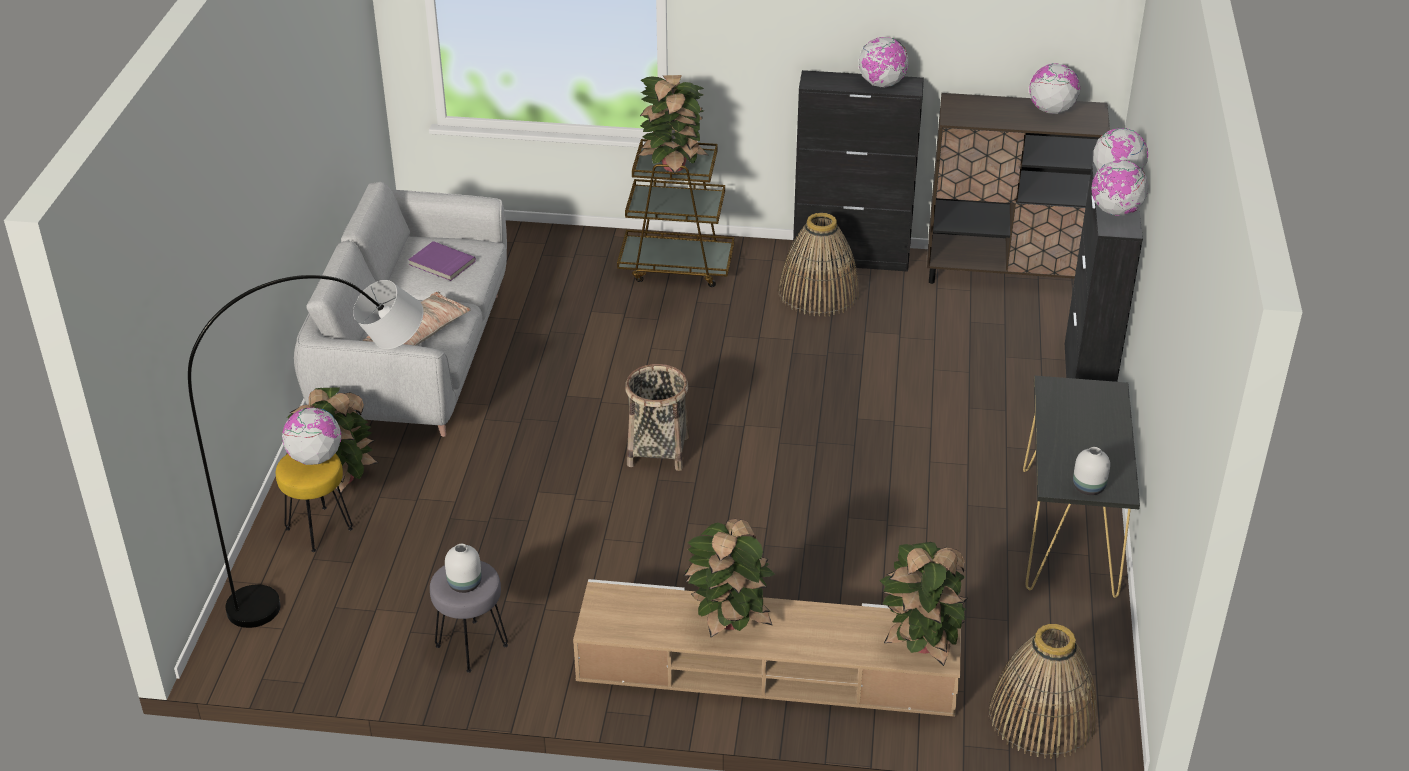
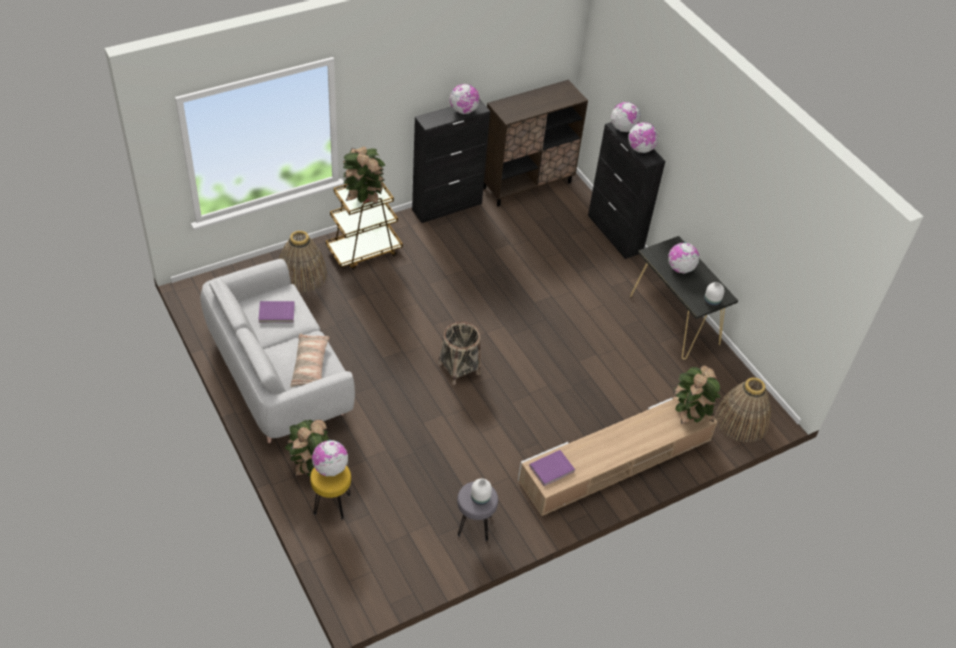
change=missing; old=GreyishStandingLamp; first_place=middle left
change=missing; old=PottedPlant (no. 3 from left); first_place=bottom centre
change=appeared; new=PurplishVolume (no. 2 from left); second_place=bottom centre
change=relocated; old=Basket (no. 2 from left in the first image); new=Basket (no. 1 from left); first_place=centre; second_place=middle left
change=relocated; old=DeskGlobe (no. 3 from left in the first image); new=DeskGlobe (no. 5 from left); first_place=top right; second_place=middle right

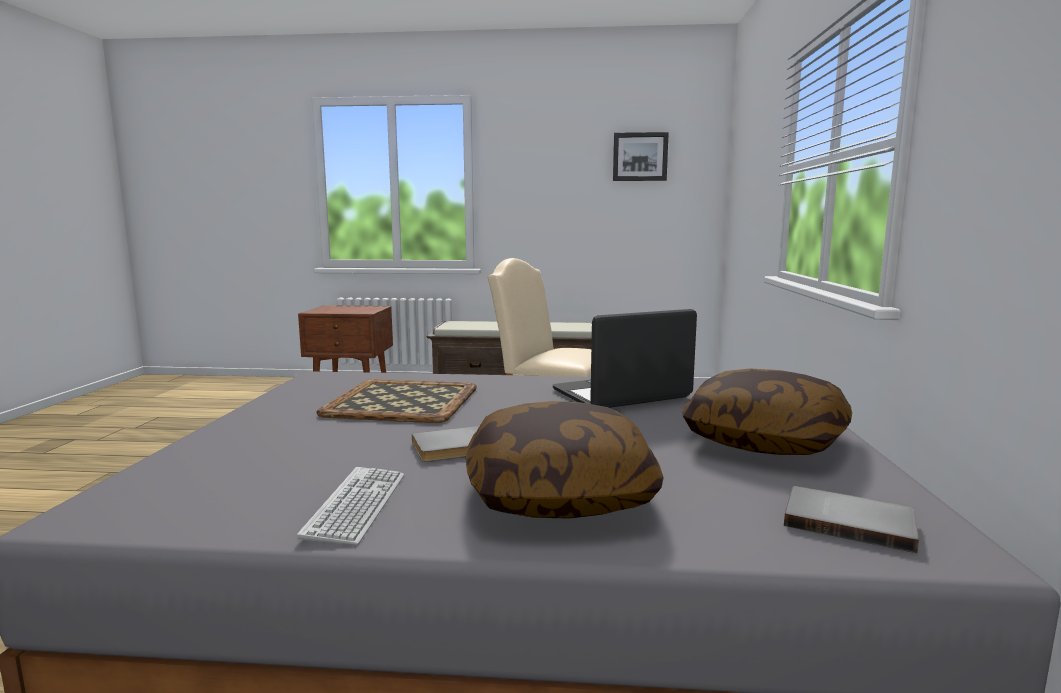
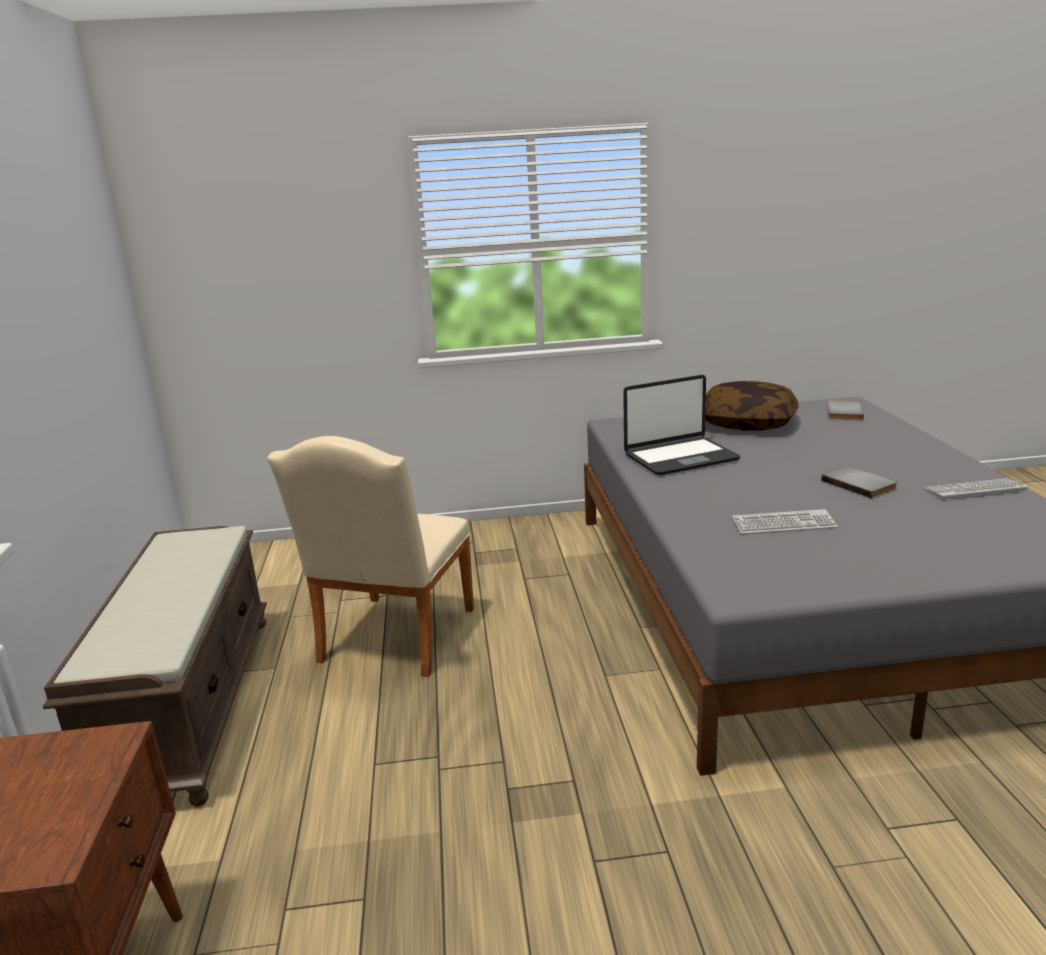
change=missing; old=Pillow (no. 1 from left); first_place=centre
change=missing; old=WallArt; first_place=top centre
change=exchanged; old=ServingTray; new=Keyboard (no. 1 from left); first_place=centre; second_place=middle right
change=spun; old=Laptop; first_place=centre; second_place=centre; degrees=-75

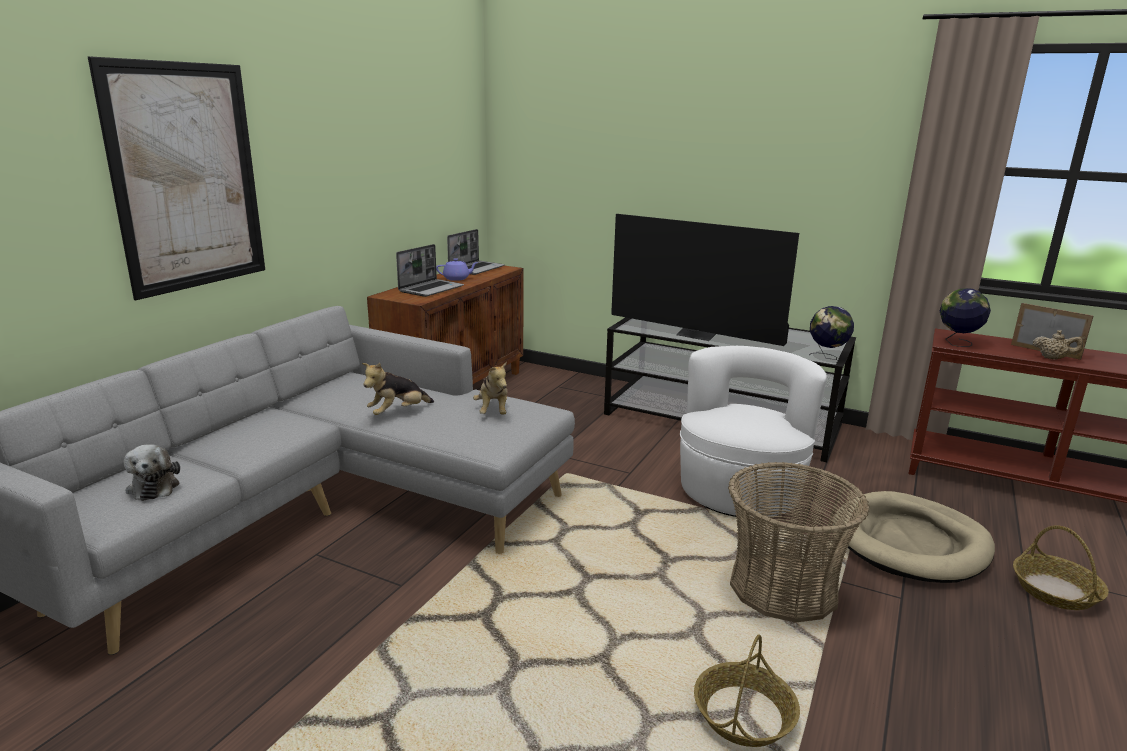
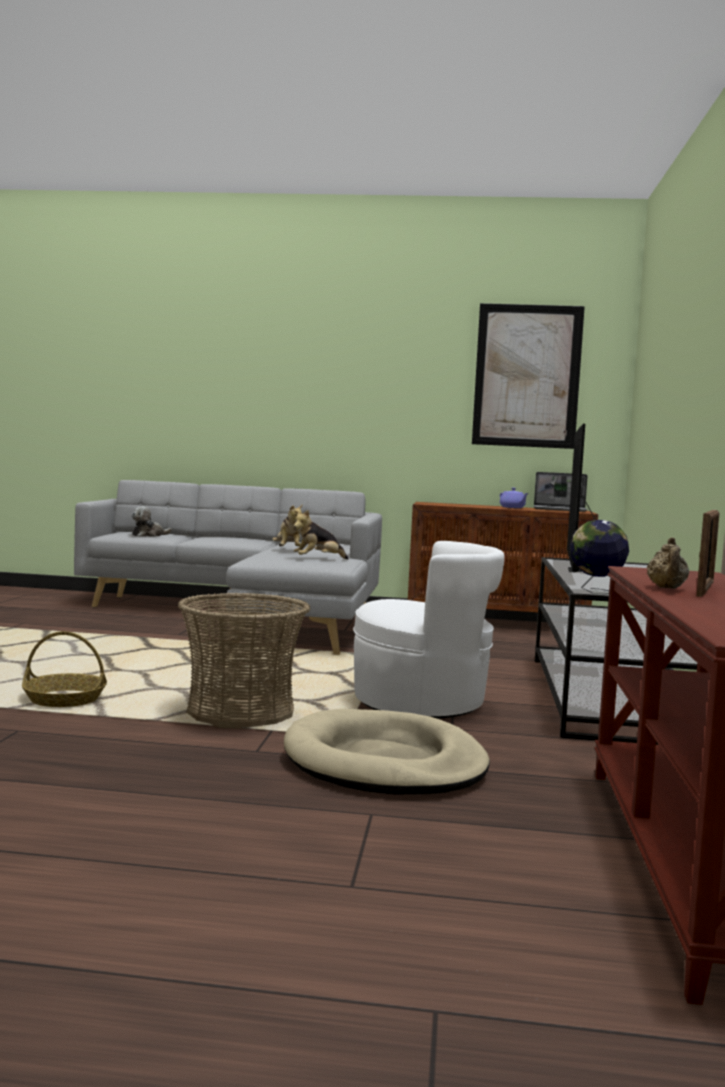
change=missing; old=Laptop (no. 1 from left); first_place=centre
change=missing; old=DeskGlobe (no. 2 from left); first_place=middle right
change=missing; old=Basket (no. 3 from left); first_place=bottom right
change=relocated; old=WallArt; first_place=top left; second_place=middle right
change=spun; old=SoftToy (no. 2 from left); first_place=centre; second_place=centre; degrees=-135

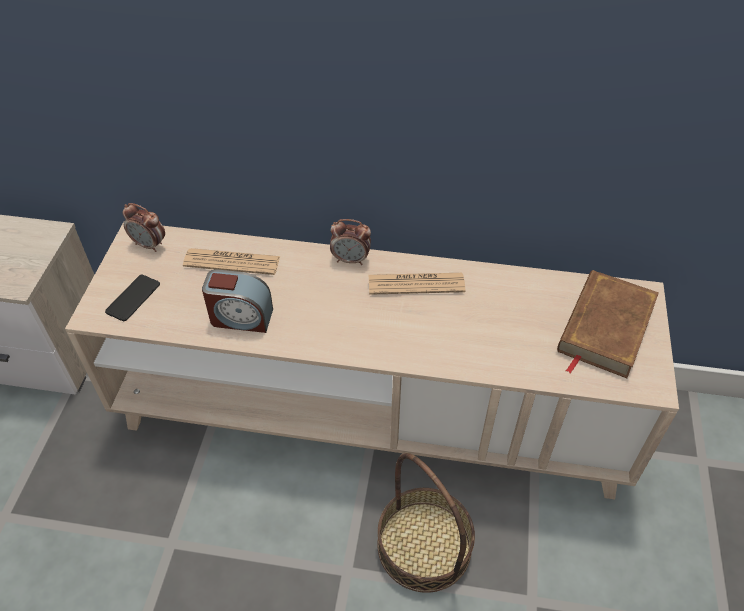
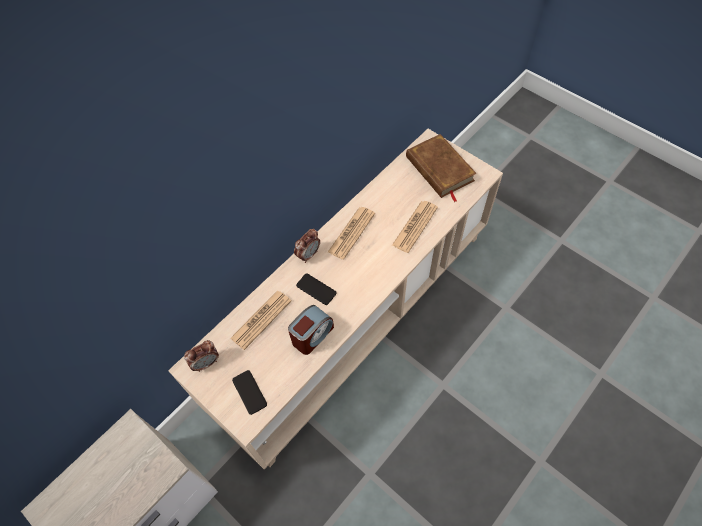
change=missing; old=Basket; first_place=bottom centre
change=appeared; new=Phone (no. 2 from left); second_place=centre
change=appeared; new=PrintedPaper (no. 3 from left); second_place=centre

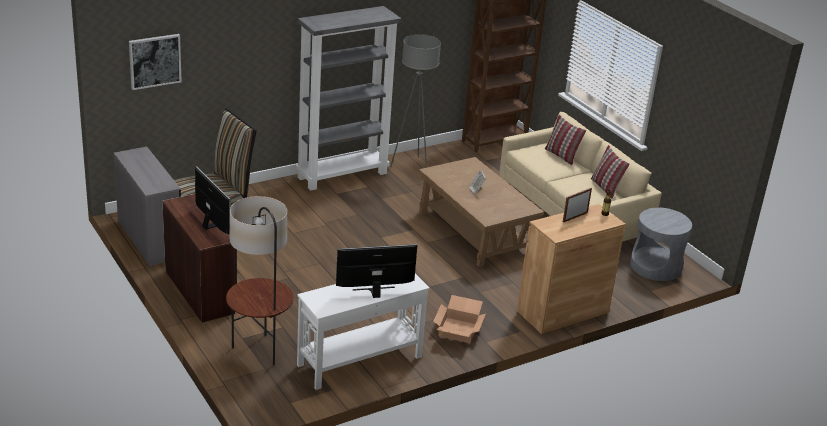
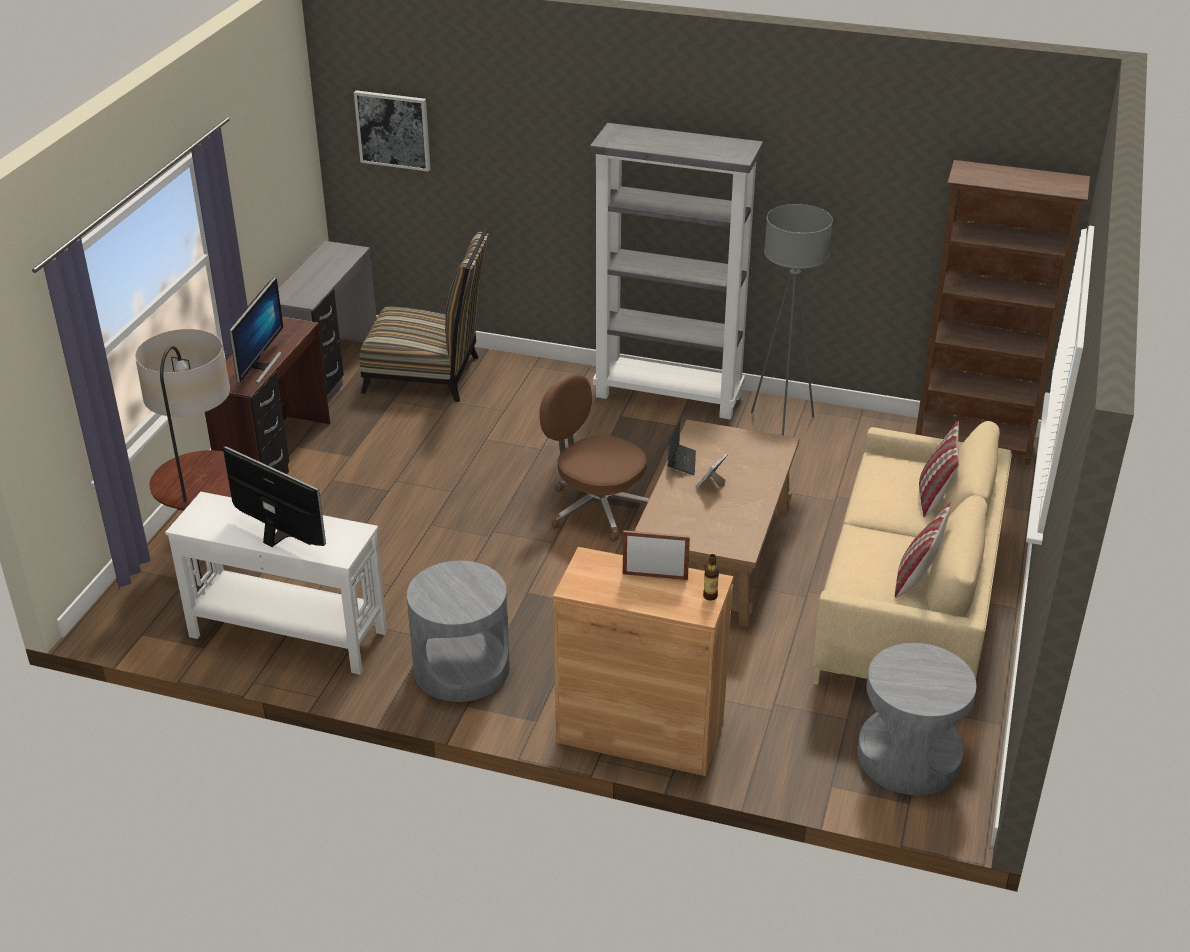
change=appeared; new=BrownColouredDeskChair; second_place=centre
change=appeared; new=Laptop; second_place=centre
change=exchanged; old=Carton; new=GreyishSideTable (no. 1 from left); first_place=bottom centre; second_place=centre

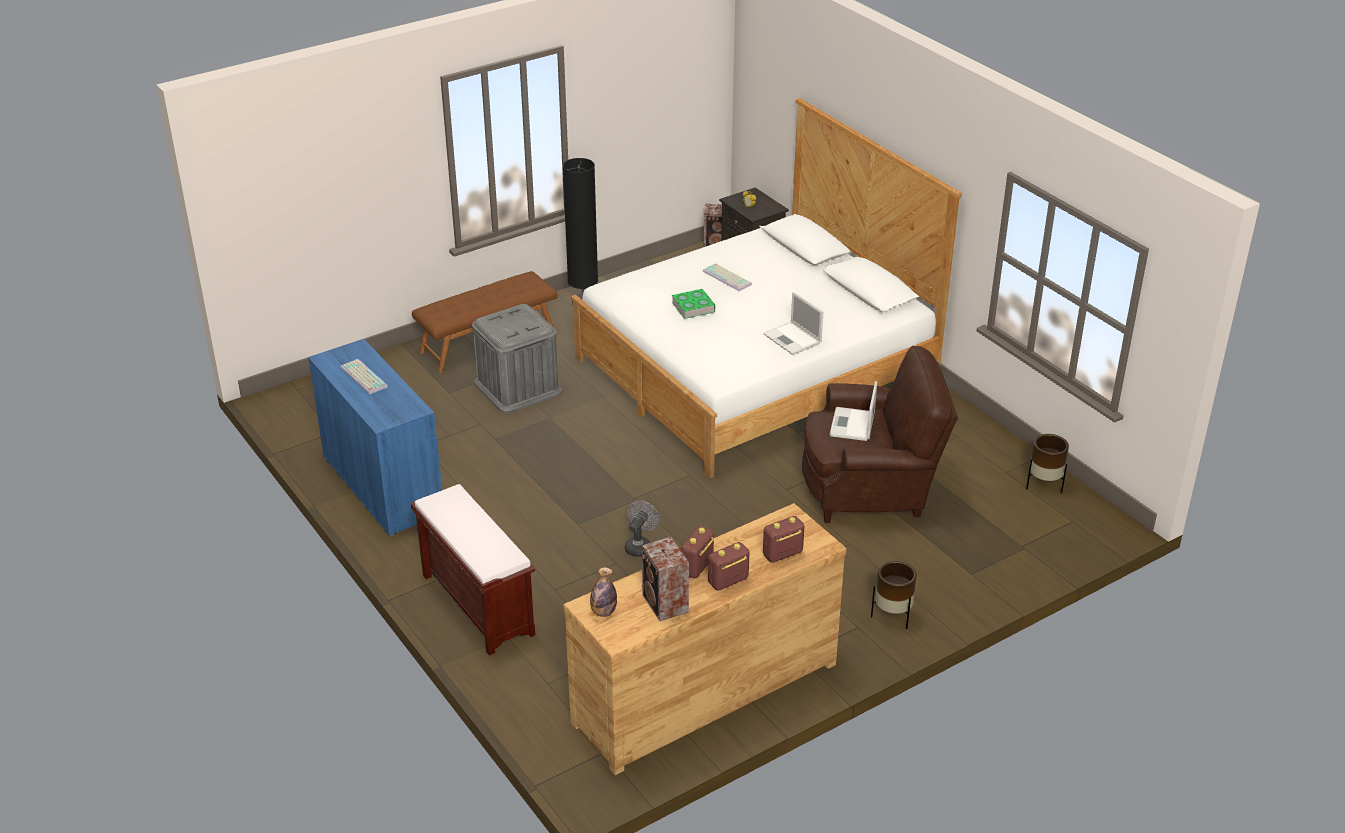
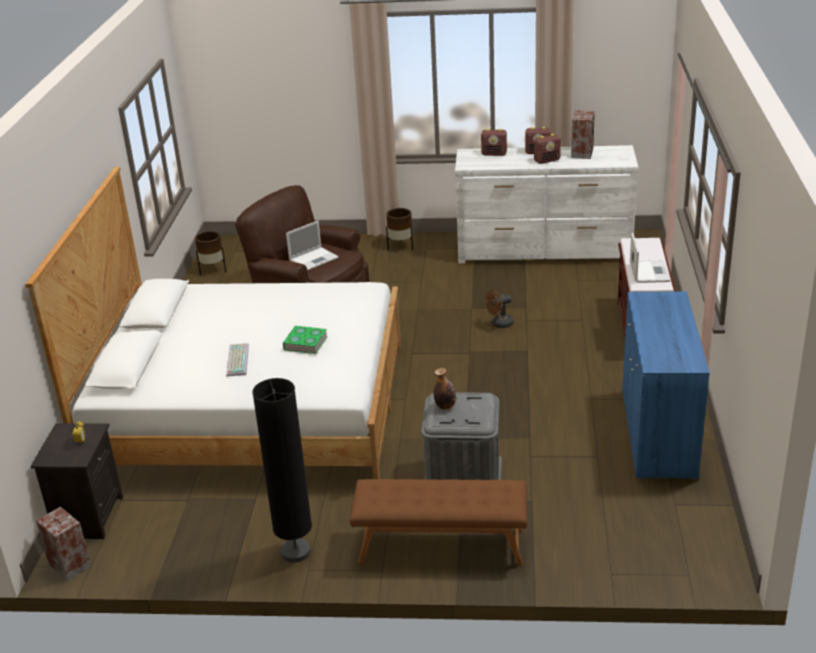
change=missing; old=Keyboard (no. 1 from left); first_place=middle left
change=relocated; old=Bottle; first_place=bottom centre; second_place=centre
change=relocated; old=Laptop (no. 1 from left in the first image); new=Laptop (no. 2 from left); first_place=centre; second_place=middle right
change=colour; old=BrownColouredChestOfDrawers; new=WhiteColouredChestOfDrawers; first_place=bottom centre; second_place=top right
change=colour; old=GreyishElectricFan; new=BrownColouredElectricFan; first_place=centre; second_place=centre

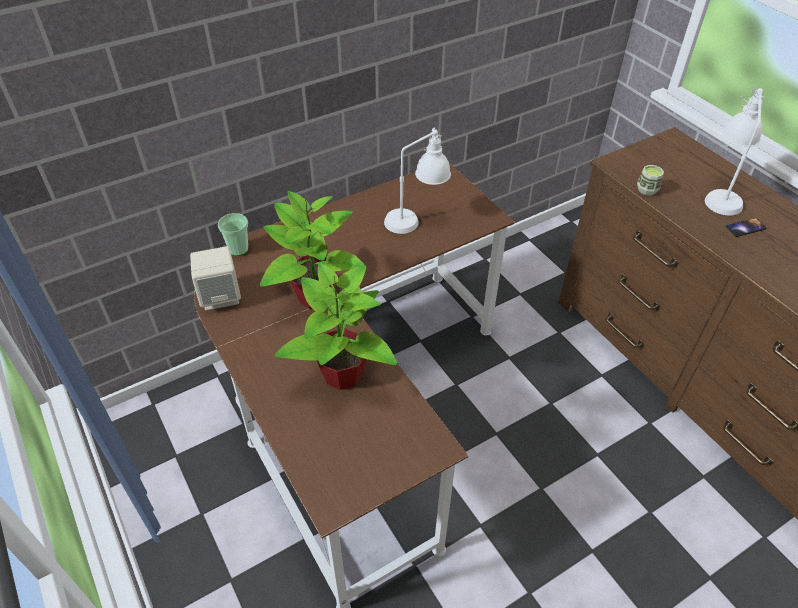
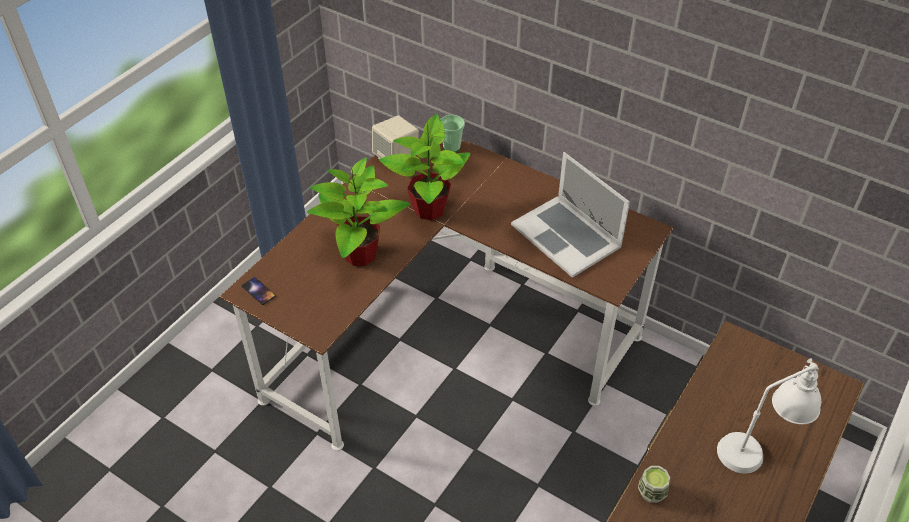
change=relocated; old=DrinkingCup (no. 2 from left); first_place=top right; second_place=bottom right
change=relocated; old=Phone; first_place=middle right; second_place=middle left
change=exchanged; old=WhiteColouredTabletopLamp (no. 1 from left); new=Laptop; first_place=top centre; second_place=centre

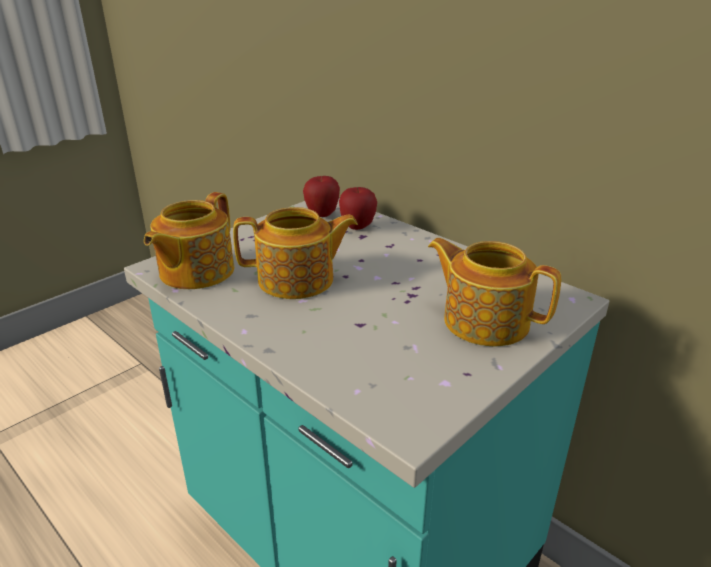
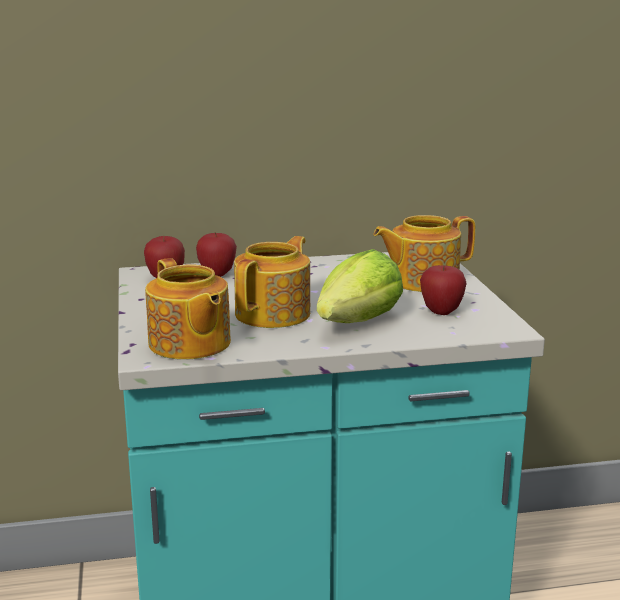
change=appeared; new=Lettuce; second_place=centre
change=appeared; new=Apple (no. 3 from left); second_place=middle right

